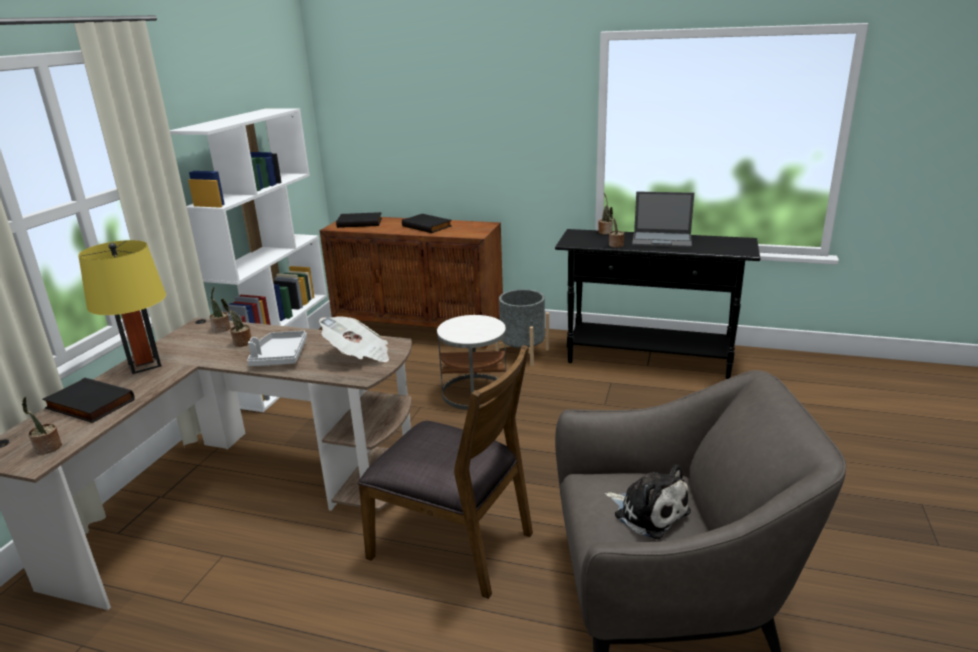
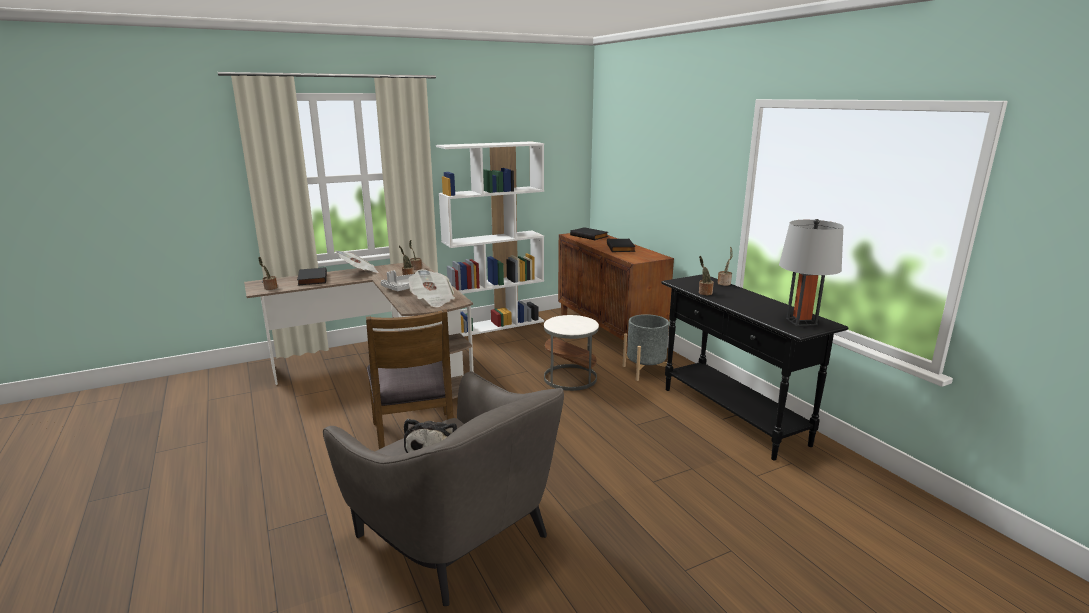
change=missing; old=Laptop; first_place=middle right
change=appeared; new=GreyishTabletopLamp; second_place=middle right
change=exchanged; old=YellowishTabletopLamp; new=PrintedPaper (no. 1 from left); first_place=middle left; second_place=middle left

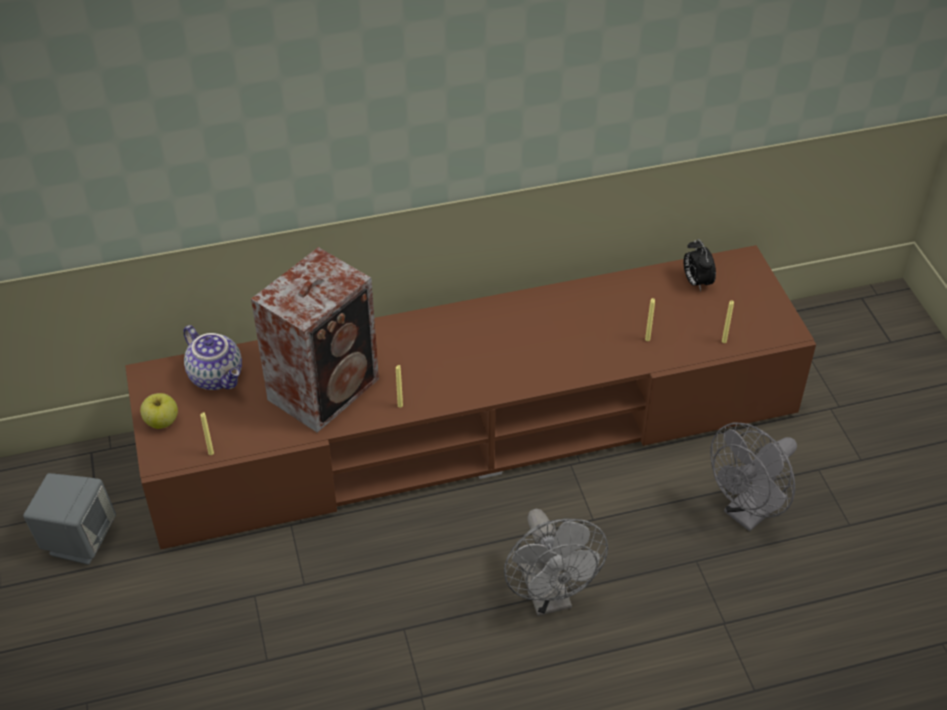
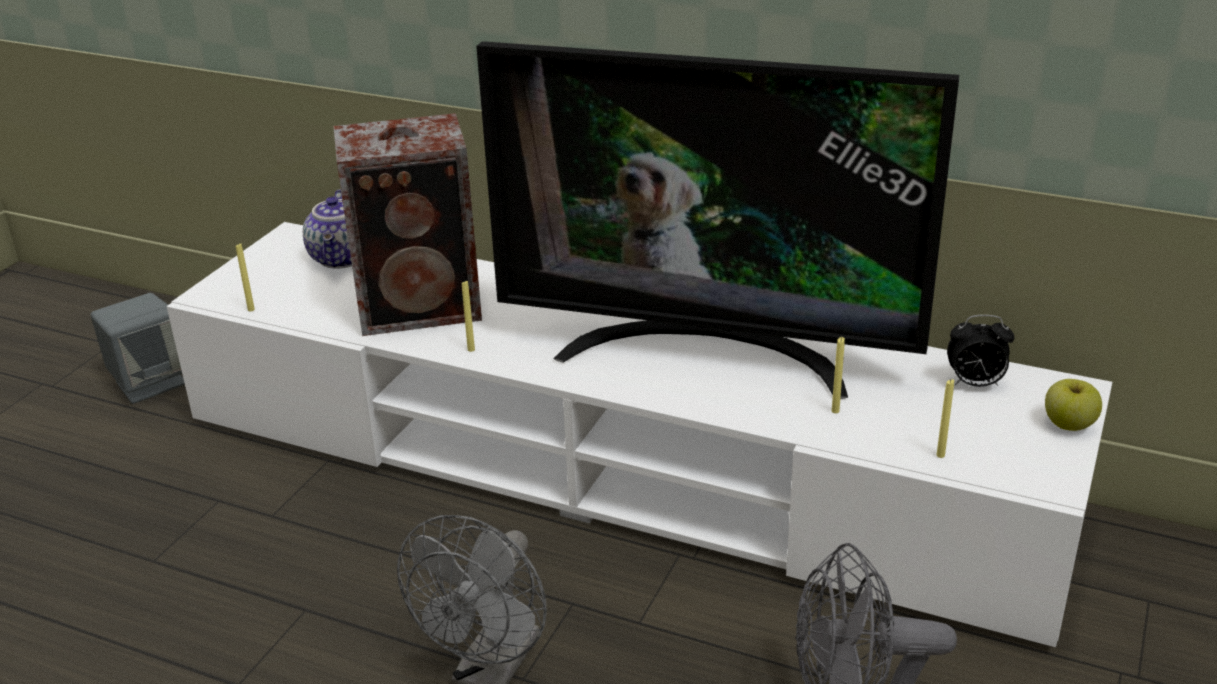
change=appeared; new=Tv; second_place=top centre
change=relocated; old=Apple; first_place=middle left; second_place=middle right
change=colour; old=BrownColouredTvUnit; new=WhiteColouredTvUnit; first_place=centre; second_place=centre
change=spun; old=AlarmClock; first_place=middle right; second_place=middle right; degrees=-105

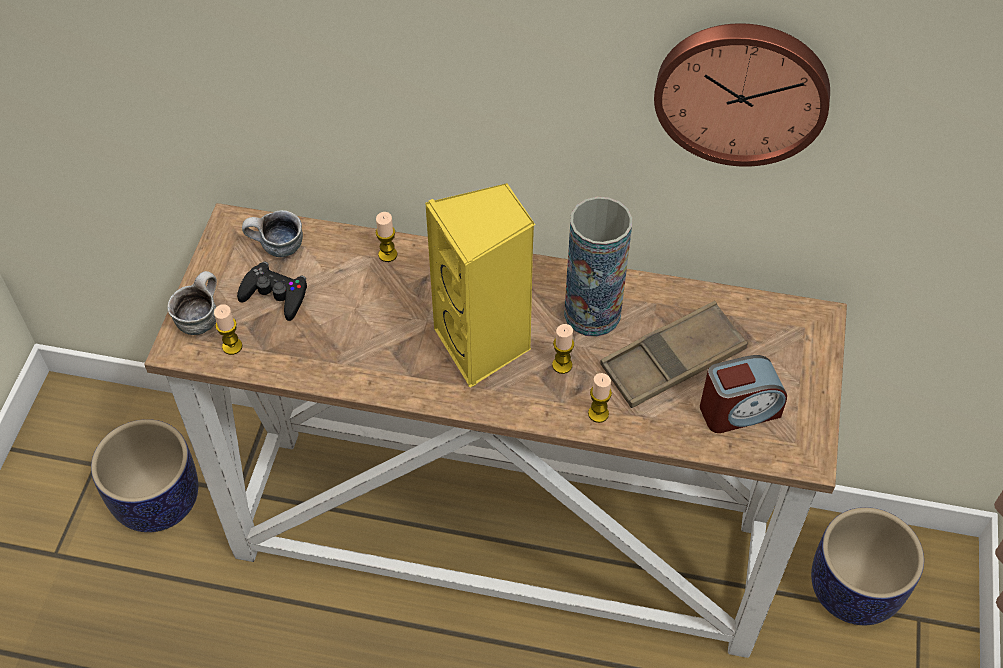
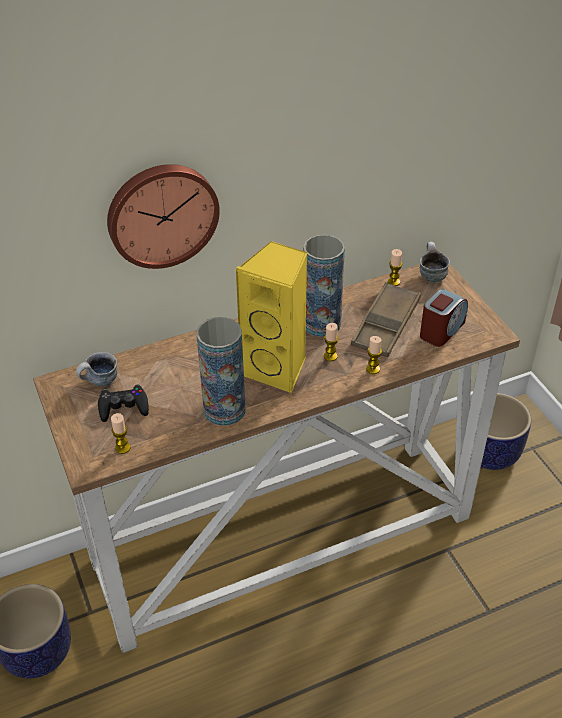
change=appeared; new=Vase (no. 1 from left); second_place=centre
change=relocated; old=CoffeeMug (no. 1 from left in the first image); new=CoffeeMug (no. 2 from left); first_place=middle left; second_place=middle right
change=relocated; old=WaxCandle (no. 2 from left in the first image); new=WaxCandle (no. 4 from left); first_place=centre; second_place=middle right
change=relocated; old=ClockOnTheWall; first_place=top right; second_place=top left

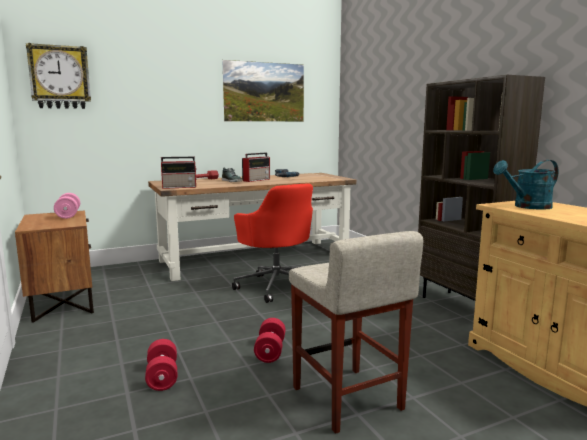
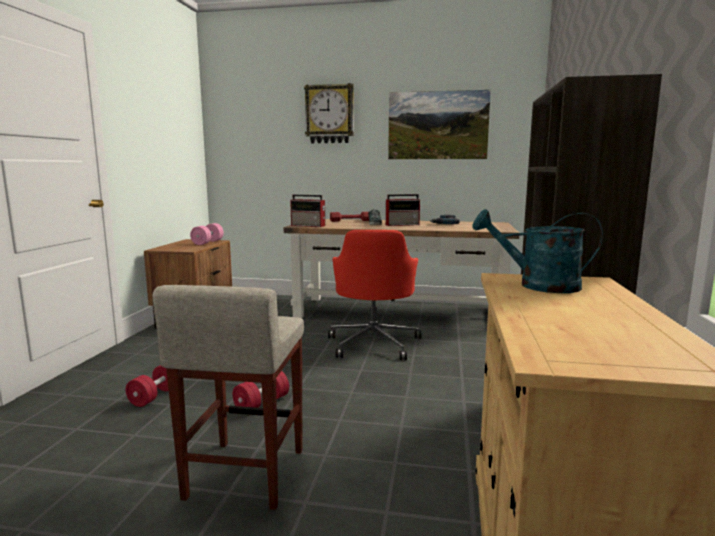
change=relocated; old=ClockOnTheWall; first_place=top left; second_place=top centre

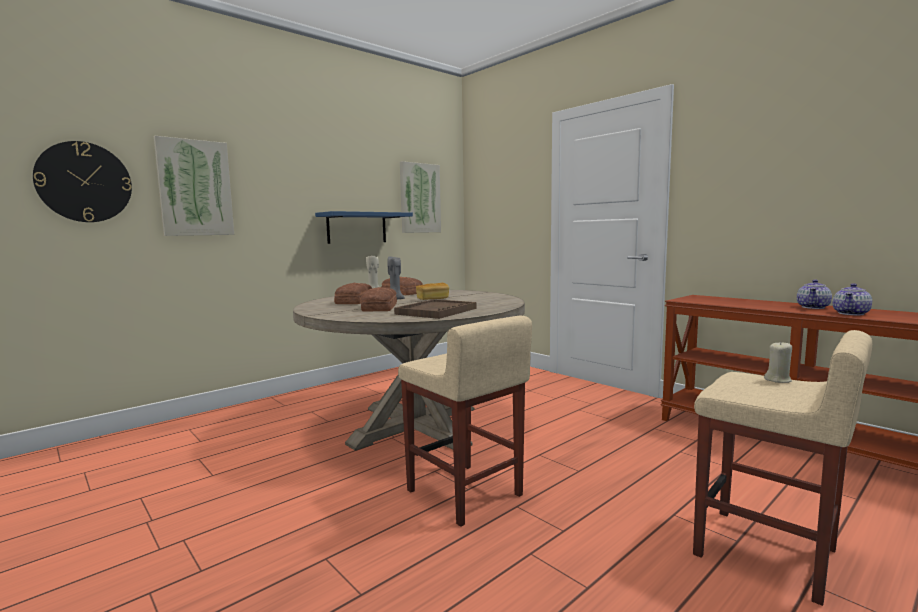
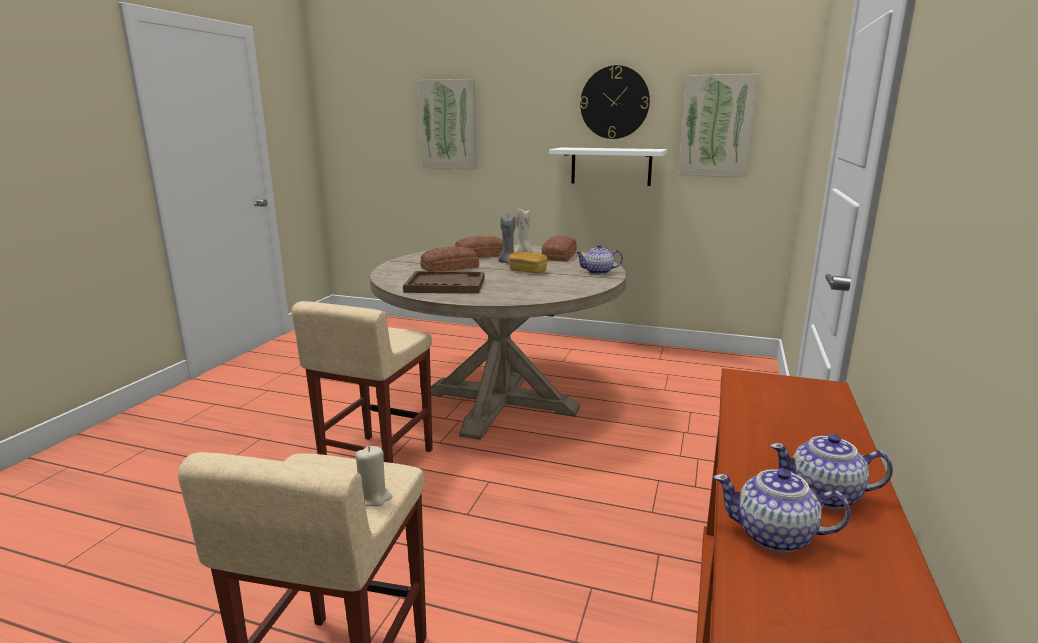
change=appeared; new=Teapot (no. 1 from left); second_place=centre
change=relocated; old=ClockOnTheWall; first_place=top left; second_place=top centre
change=colour; old=BlueColouredWallShelf; new=WhiteColouredWallShelf; first_place=centre; second_place=top centre

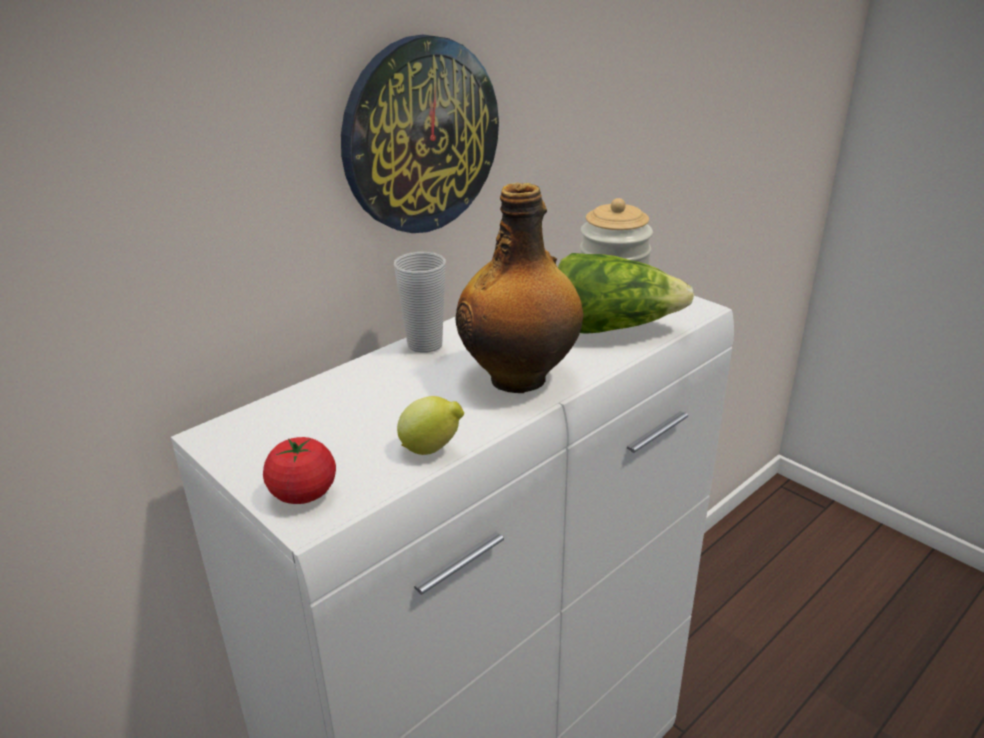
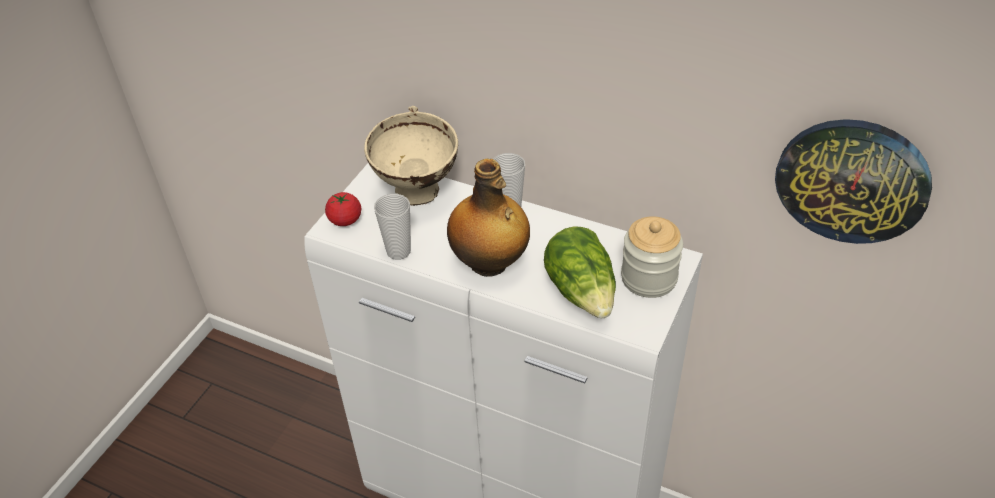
change=appeared; new=SandColouredServingBowl; second_place=top centre
change=relocated; old=ClockOnTheWall; first_place=top centre; second_place=middle right
change=exchanged; old=CitrusFruit; new=DrinkingCup (no. 1 from left); first_place=centre; second_place=centre

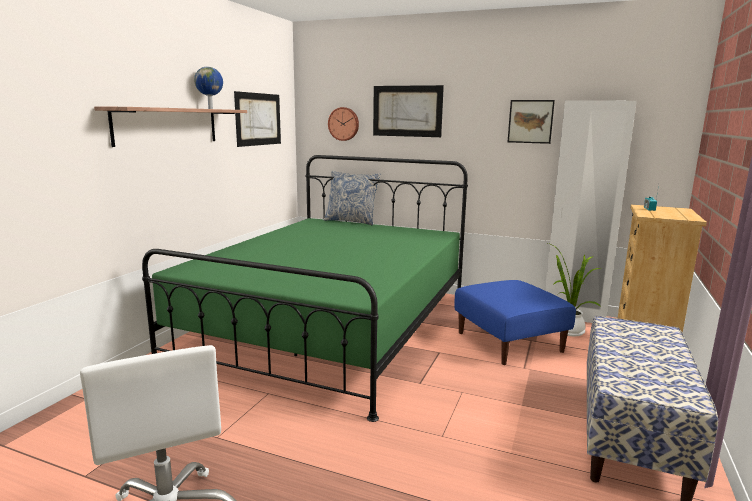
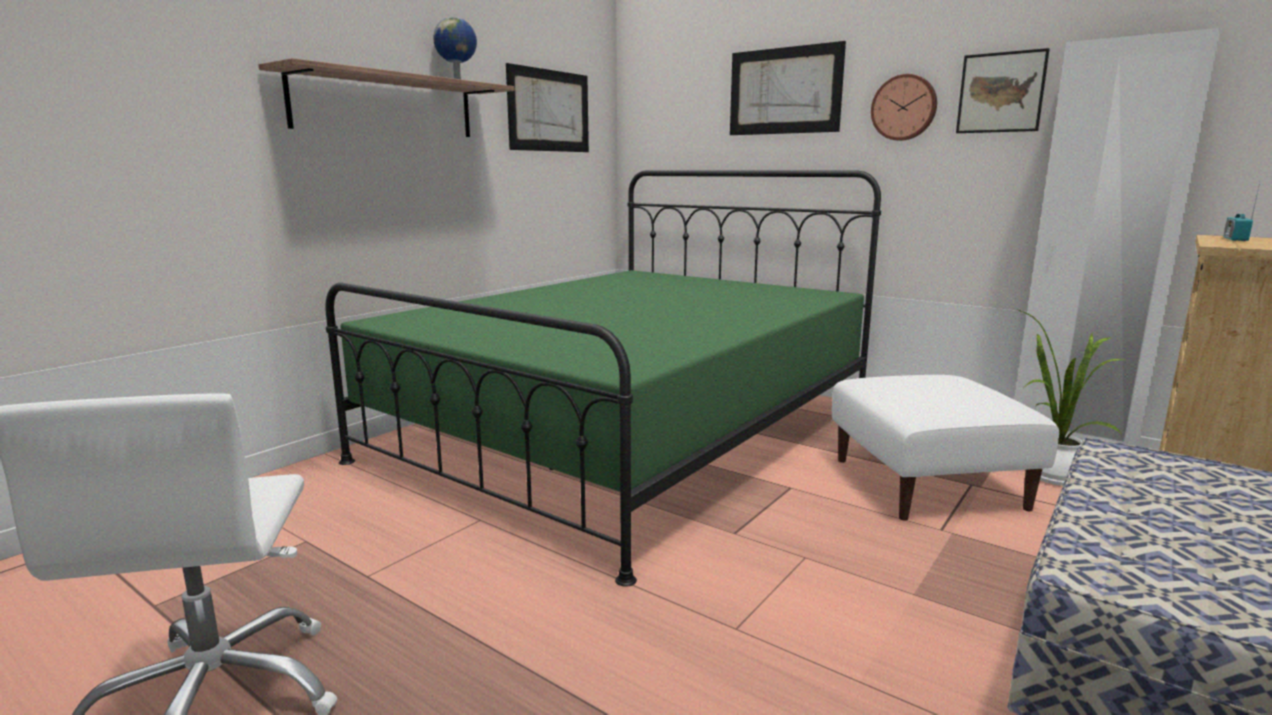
change=missing; old=Pillow; first_place=centre
change=relocated; old=ClockOnTheWall; first_place=top centre; second_place=top right
change=colour; old=BlueColouredPouffe; new=WhiteColouredPouffe; first_place=middle right; second_place=middle right

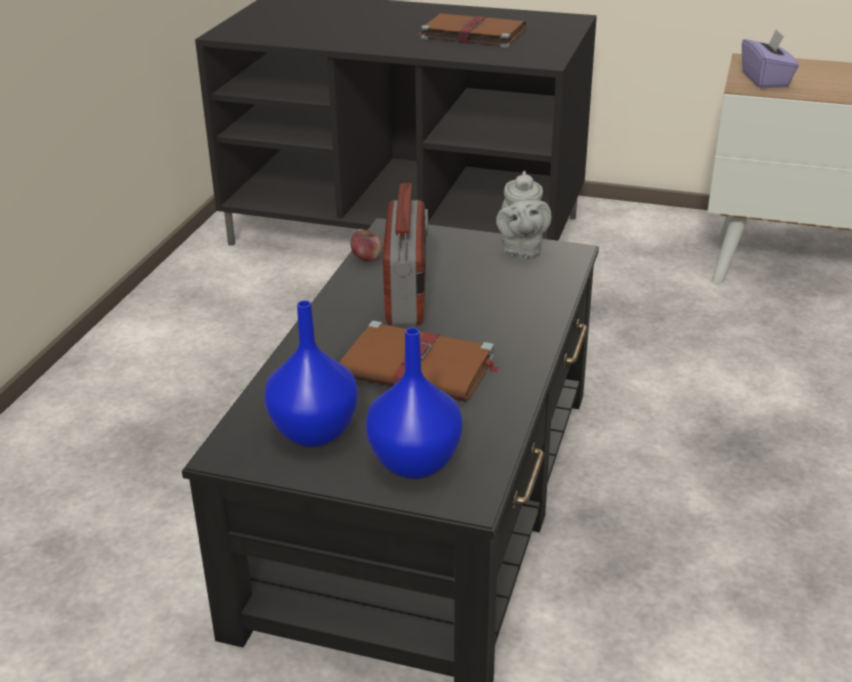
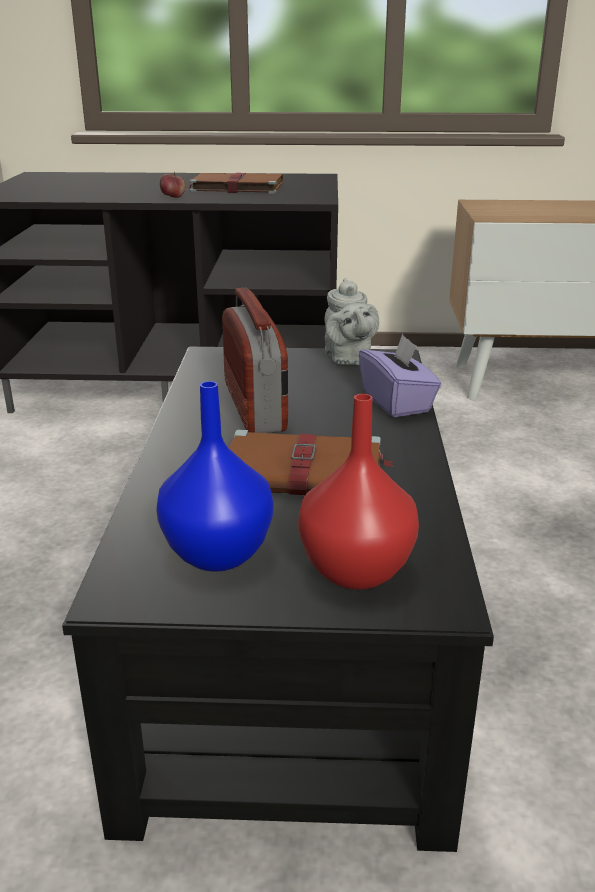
change=relocated; old=Apple; first_place=centre; second_place=top left
change=relocated; old=PurplishTissueBox; first_place=top right; second_place=middle right
change=colour; old=BlueColouredVase (no. 2 from left); new=RedVase; first_place=centre; second_place=centre

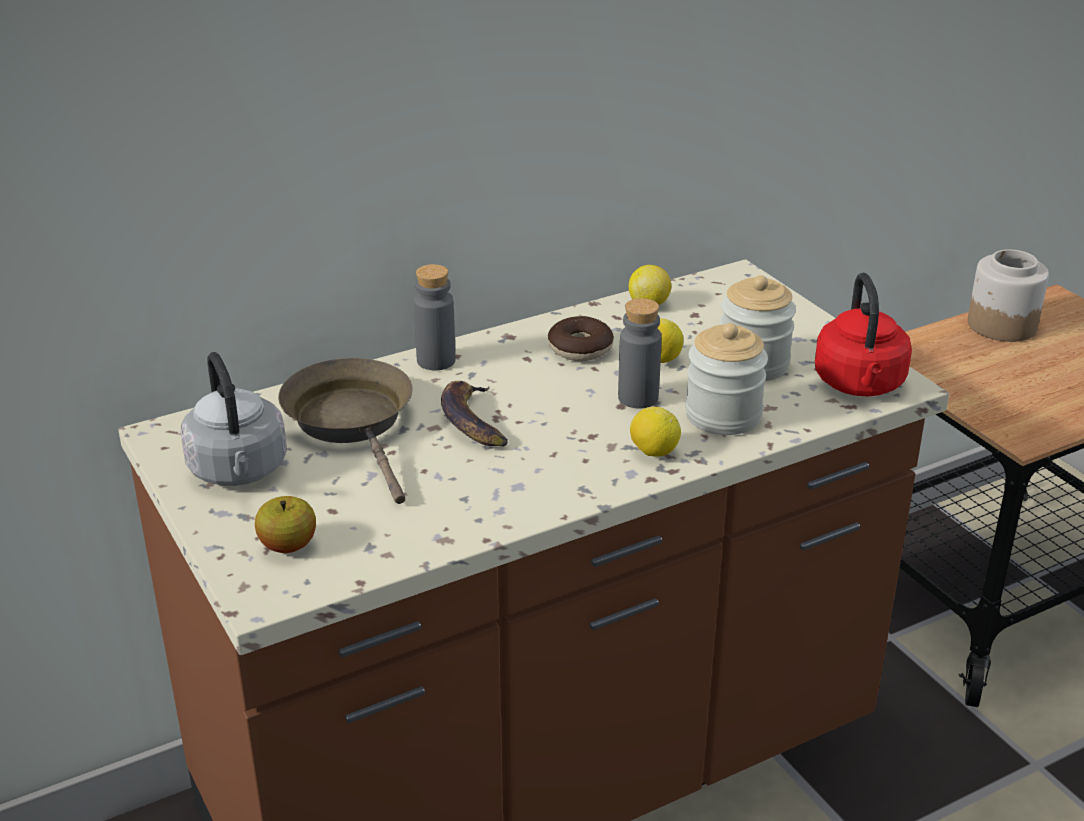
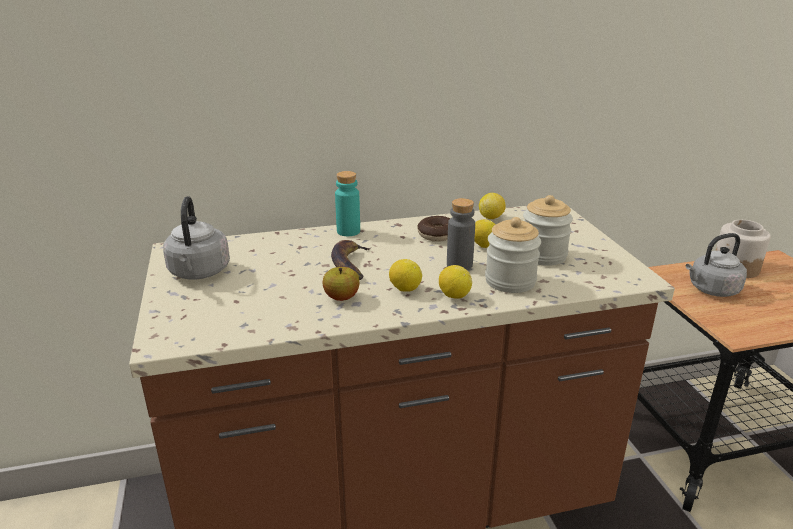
change=missing; old=BrownColouredFryingPan; first_place=middle left
change=missing; old=RedWaterKettle; first_place=middle right
change=appeared; new=CitrusFruit (no. 1 from left); second_place=centre
change=appeared; new=GreyishWaterKettle (no. 2 from left); second_place=middle right
change=relocated; old=Apple; first_place=middle left; second_place=centre
change=colour; old=GreyishBottle (no. 1 from left); new=TurquoiseColouredBottle; first_place=centre; second_place=centre

